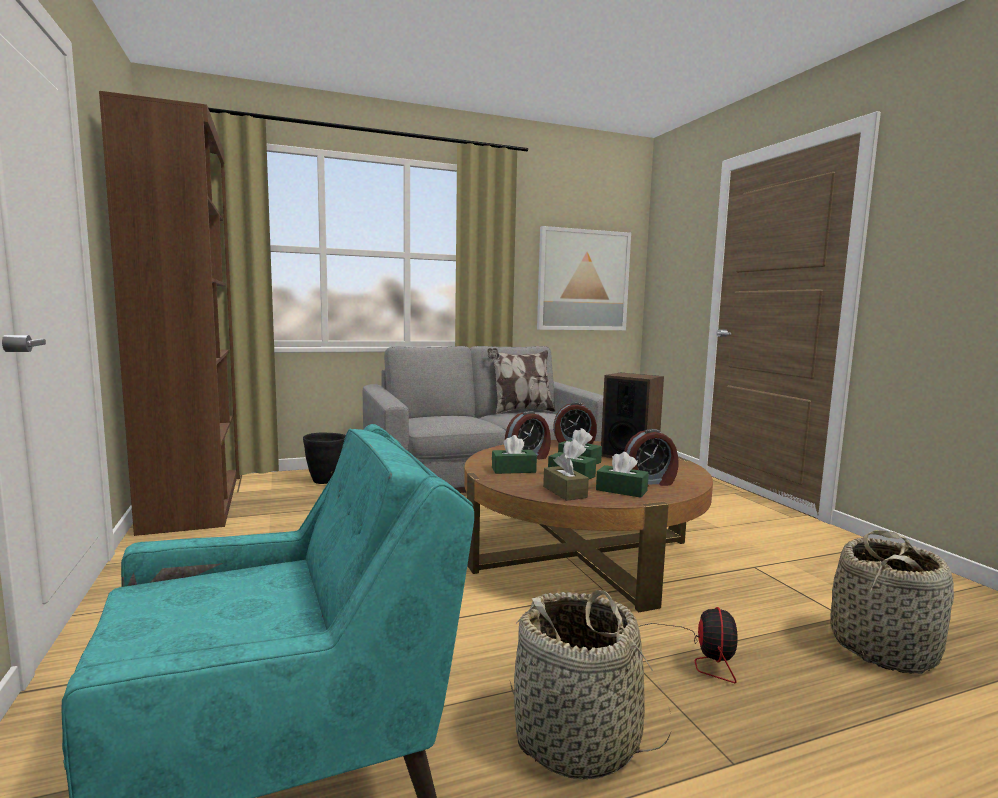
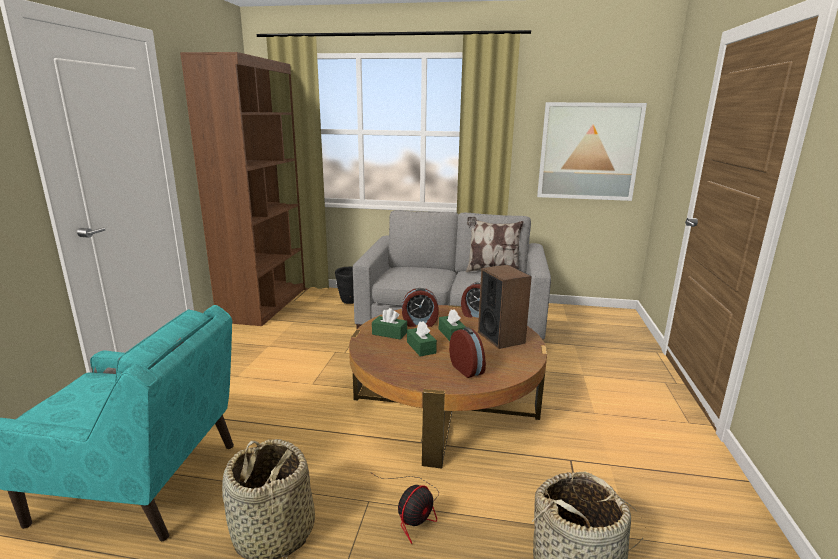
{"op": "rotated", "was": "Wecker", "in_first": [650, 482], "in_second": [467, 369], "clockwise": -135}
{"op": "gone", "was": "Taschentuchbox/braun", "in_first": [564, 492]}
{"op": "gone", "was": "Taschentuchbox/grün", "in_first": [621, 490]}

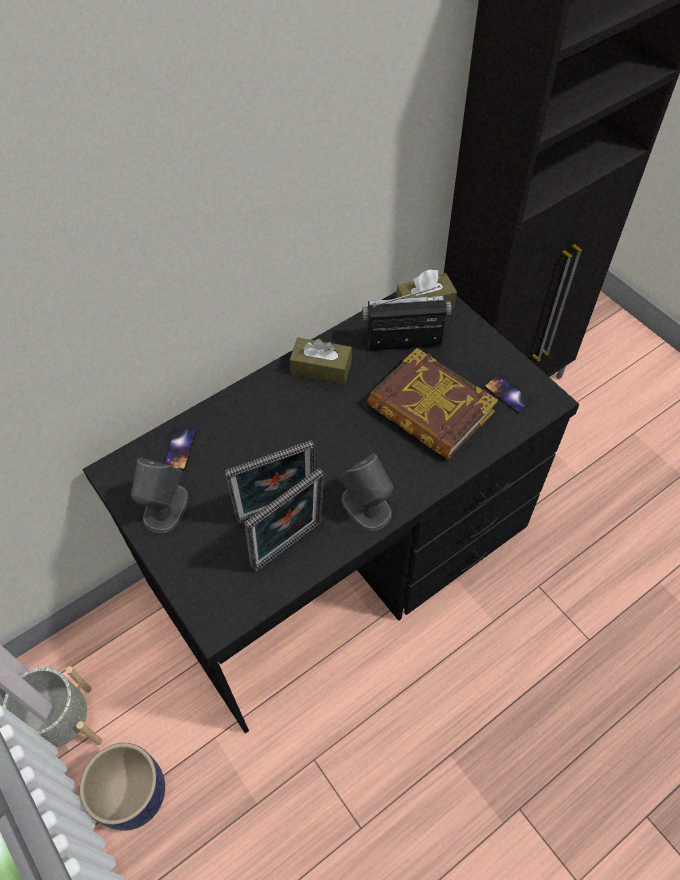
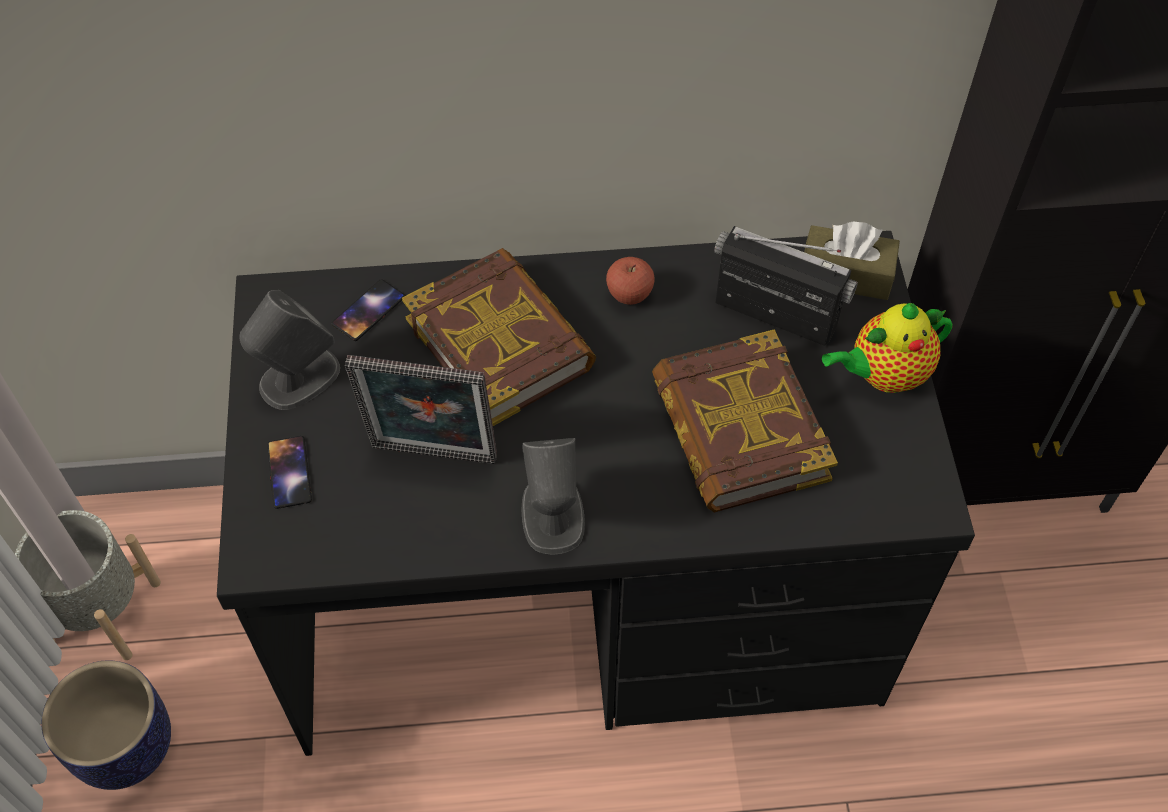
{"op": "shifted", "was": "Handy", "in_first": [507, 394], "in_second": [289, 472]}
{"op": "new", "now": "Buch", "in_second": [500, 343]}
{"op": "swapped", "was": "Taschentuchbox/braun", "now": "Apfel", "in_first": [321, 368], "in_second": [629, 295]}
{"op": "new", "now": "Teekanne", "in_second": [883, 375]}
{"op": "gone", "was": "Bilderrahmen", "in_first": [290, 548]}

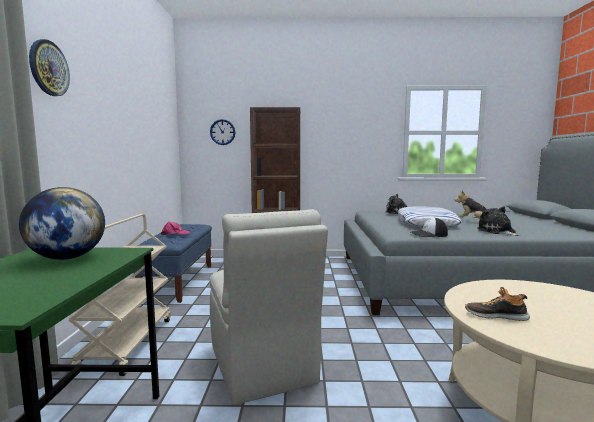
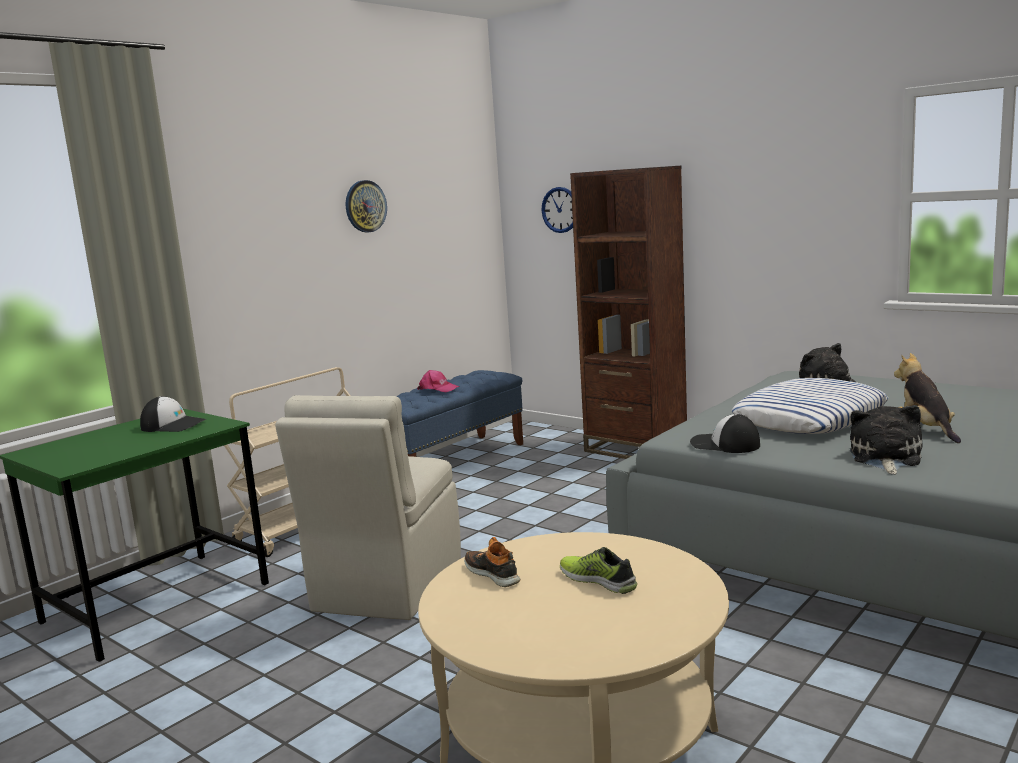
{"op": "swapped", "was": "Globus", "now": "Kappe", "in_first": [67, 258], "in_second": [173, 425]}
{"op": "shifted", "was": "Wanduhr", "in_first": [48, 68], "in_second": [365, 206]}
{"op": "new", "now": "Schuh", "in_second": [599, 580]}

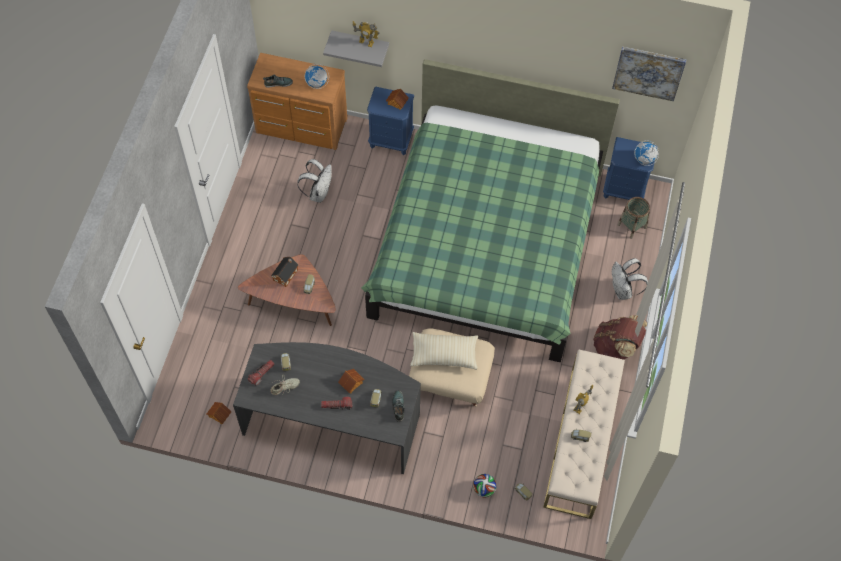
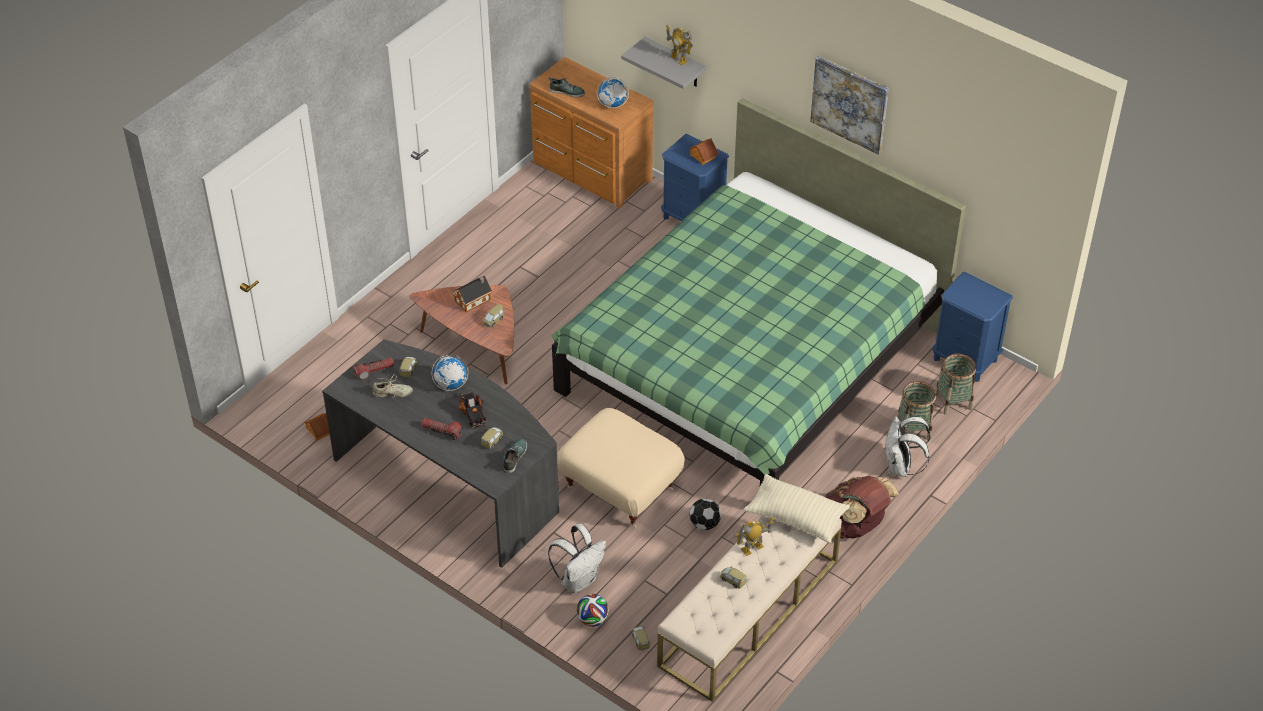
{"op": "shifted", "was": "Globus", "in_first": [644, 159], "in_second": [450, 384]}
{"op": "swapped", "was": "Spielzeughaus", "now": "Spielzeuglaster", "in_first": [351, 383], "in_second": [473, 415]}
{"op": "shifted", "was": "Rucksack/weiß", "in_first": [318, 193], "in_second": [579, 580]}
{"op": "new", "now": "Fußball", "in_second": [704, 524]}
{"op": "shifted", "was": "Kissen/beige", "in_first": [444, 355], "in_second": [796, 517]}
{"op": "shifted", "was": "Bild", "in_first": [648, 73], "in_second": [849, 104]}
{"op": "new", "now": "Korb", "in_second": [913, 429]}

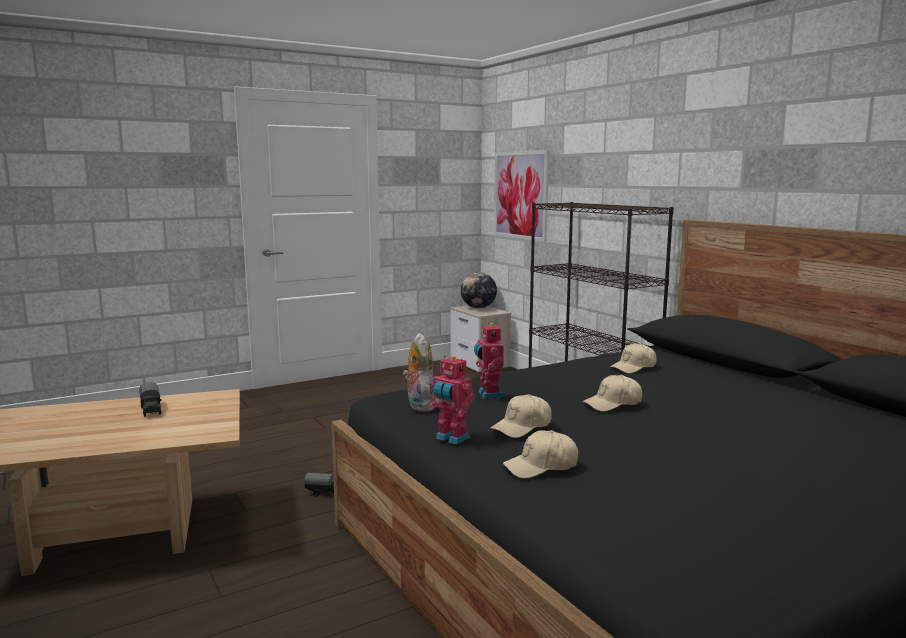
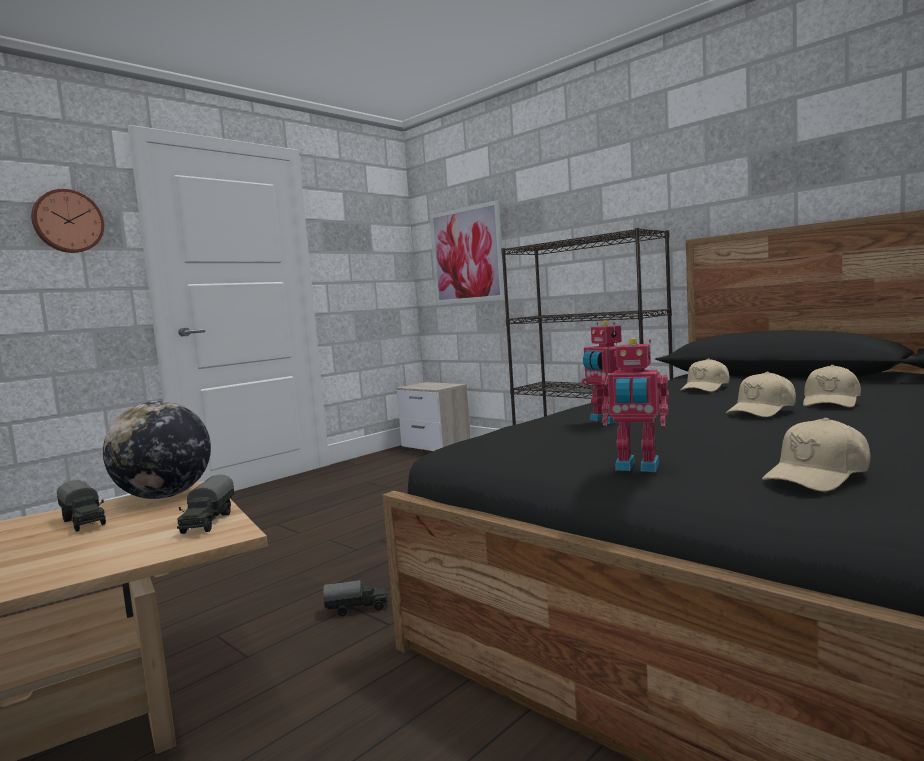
{"op": "new", "now": "Wanduhr", "in_second": [67, 221]}
{"op": "shifted", "was": "Globus", "in_first": [478, 308], "in_second": [164, 496]}
{"op": "new", "now": "Spielzeuglaster", "in_second": [207, 522]}
{"op": "shifted", "was": "Kappe/beige", "in_first": [522, 427], "in_second": [831, 402]}
{"op": "gone", "was": "Plüschtier", "in_first": [419, 405]}

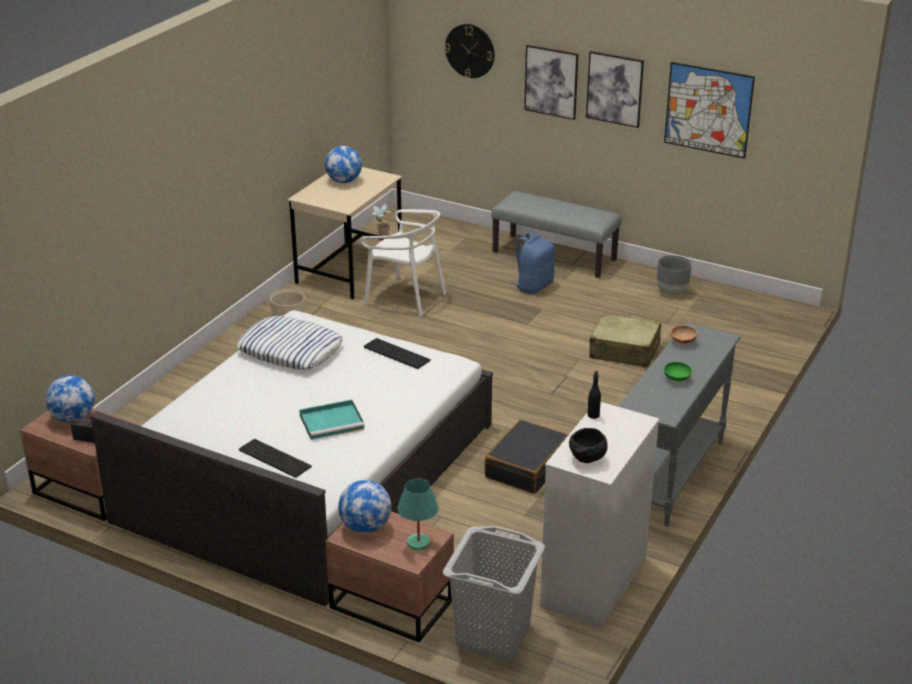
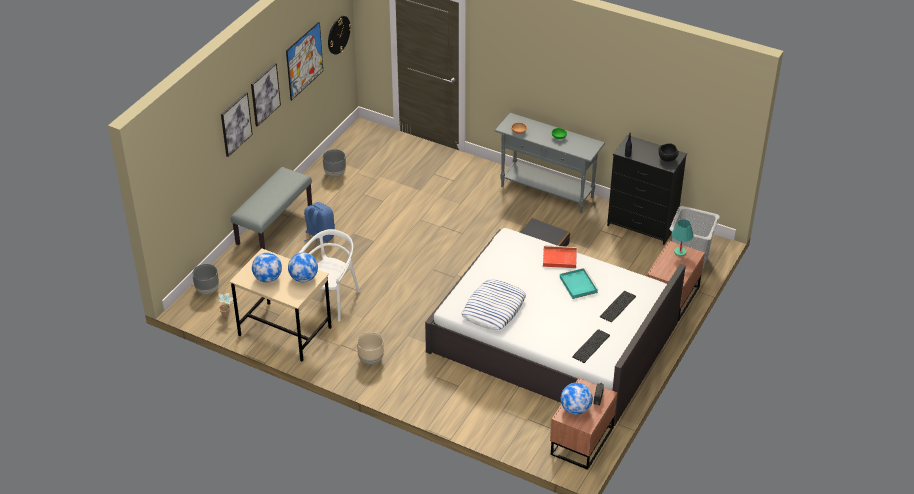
{"op": "new", "now": "Pflanzkübel/grau", "in_second": [207, 290]}
{"op": "shifted", "was": "Globus", "in_first": [365, 527], "in_second": [304, 278]}
{"op": "shifted", "was": "Wanduhr", "in_first": [470, 50], "in_second": [338, 34]}
{"op": "new", "now": "Tablett/rot", "in_second": [558, 258]}
{"op": "shifted", "was": "Tastatur", "in_first": [395, 354], "in_second": [591, 347]}
{"op": "repainted", "was": "Kommode/weiß", "now": "Kommode/schwarz", "in_first": [593, 582], "in_second": [642, 225]}
{"op": "gone", "was": "Koffer/beige", "in_first": [624, 351]}

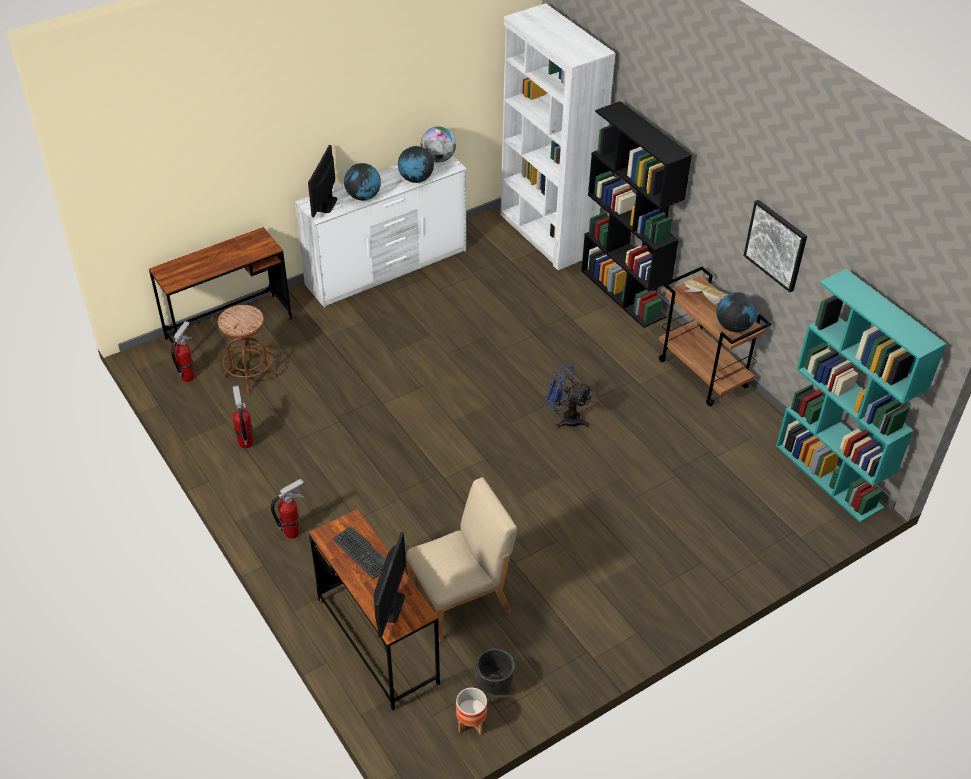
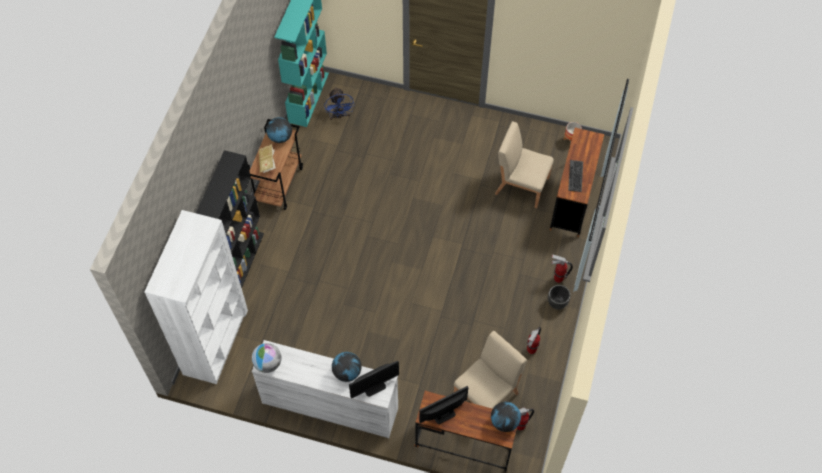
{"op": "shifted", "was": "Ventilator/blau", "in_first": [565, 418], "in_second": [339, 116]}
{"op": "shifted", "was": "Monitor", "in_first": [390, 606], "in_second": [443, 414]}
{"op": "swapped", "was": "Hocker/braun", "now": "Stuhl/beige", "in_first": [250, 375], "in_second": [487, 395]}
{"op": "shifted", "was": "Globus", "in_first": [416, 179], "in_second": [504, 422]}
{"op": "shifted", "was": "Pflanzkübel/schwarz", "in_first": [494, 683], "in_second": [556, 303]}
{"op": "gone", "was": "Bild", "in_first": [776, 245]}

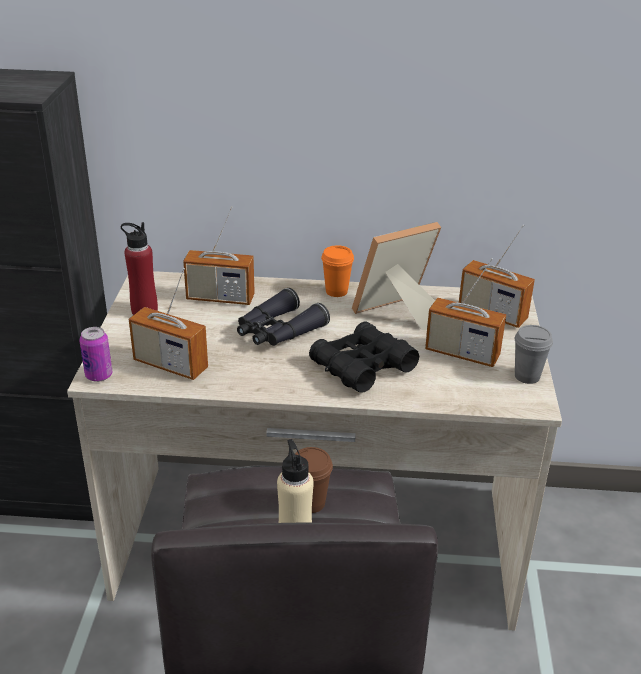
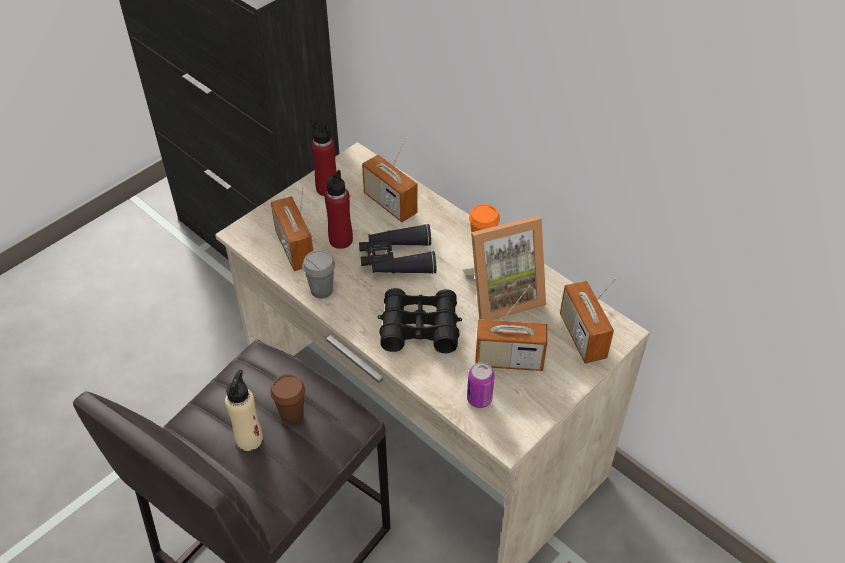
{"op": "shifted", "was": "Tasse/grau", "in_first": [527, 376], "in_second": [321, 290]}
{"op": "new", "now": "Flasche/rot", "in_second": [340, 240]}
{"op": "rotated", "was": "Bilderrahmen", "in_first": [397, 316], "in_second": [502, 294], "clockwise": 150}
{"op": "shifted", "was": "Dose", "in_first": [99, 375], "in_second": [479, 399]}
{"op": "rotated", "was": "Radio", "in_first": [462, 353], "in_second": [509, 360], "clockwise": -60}

